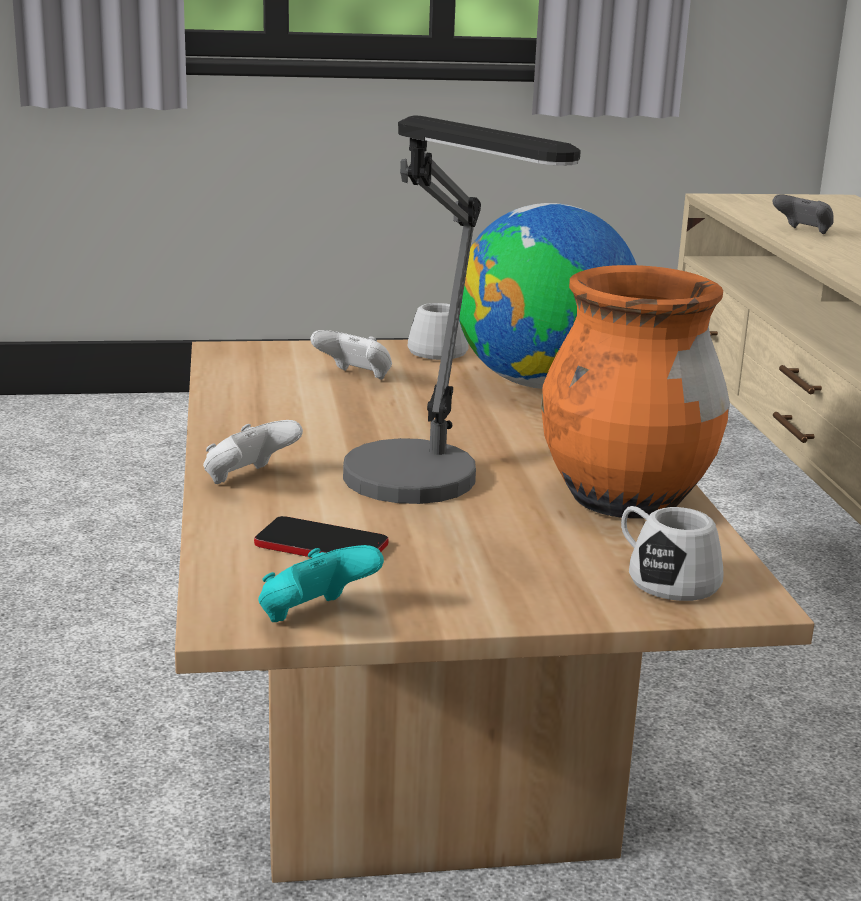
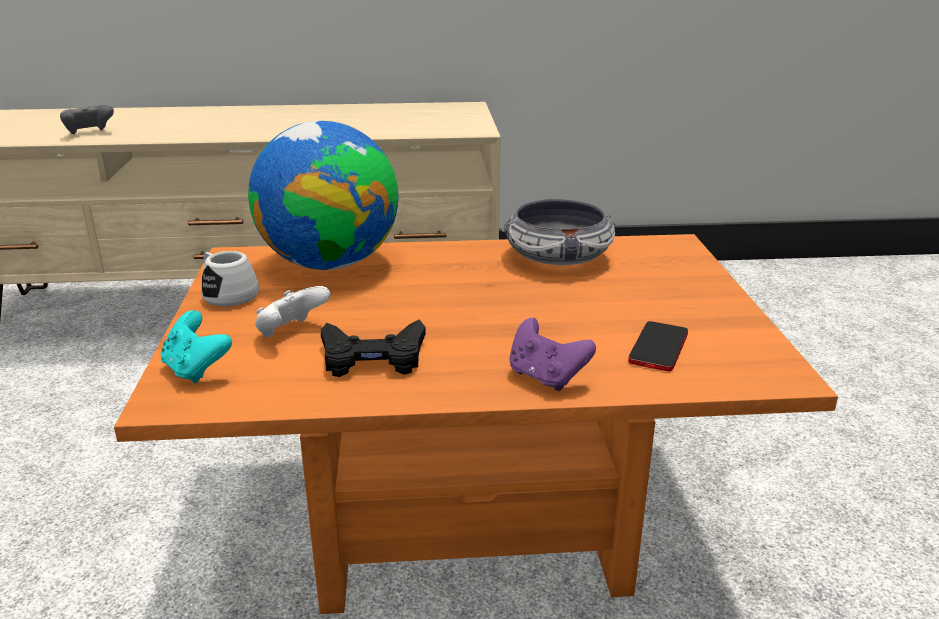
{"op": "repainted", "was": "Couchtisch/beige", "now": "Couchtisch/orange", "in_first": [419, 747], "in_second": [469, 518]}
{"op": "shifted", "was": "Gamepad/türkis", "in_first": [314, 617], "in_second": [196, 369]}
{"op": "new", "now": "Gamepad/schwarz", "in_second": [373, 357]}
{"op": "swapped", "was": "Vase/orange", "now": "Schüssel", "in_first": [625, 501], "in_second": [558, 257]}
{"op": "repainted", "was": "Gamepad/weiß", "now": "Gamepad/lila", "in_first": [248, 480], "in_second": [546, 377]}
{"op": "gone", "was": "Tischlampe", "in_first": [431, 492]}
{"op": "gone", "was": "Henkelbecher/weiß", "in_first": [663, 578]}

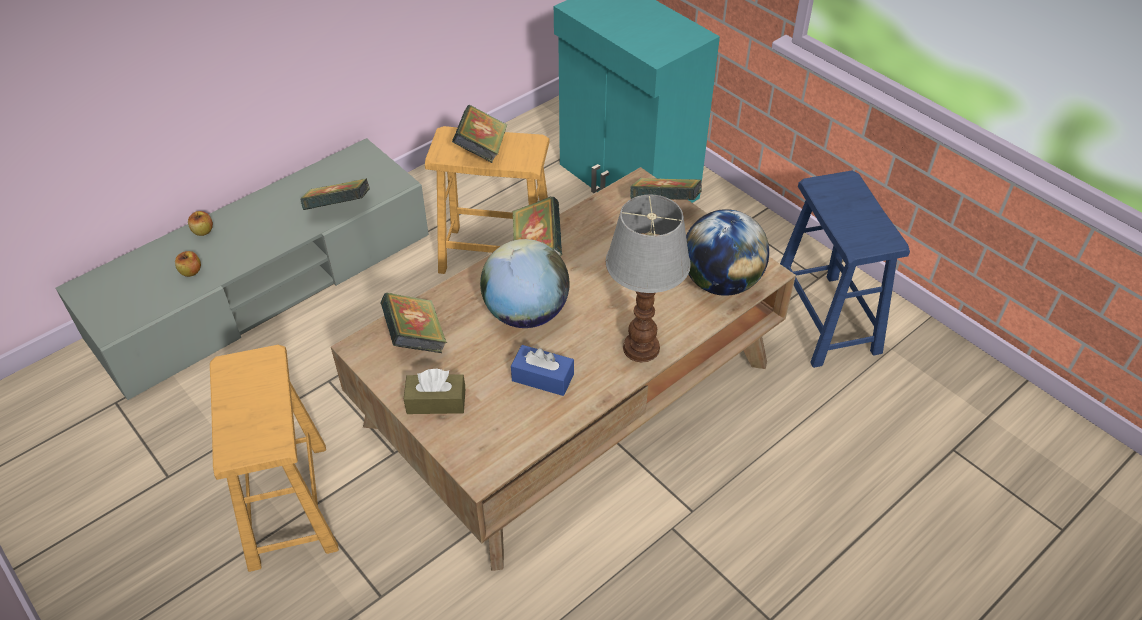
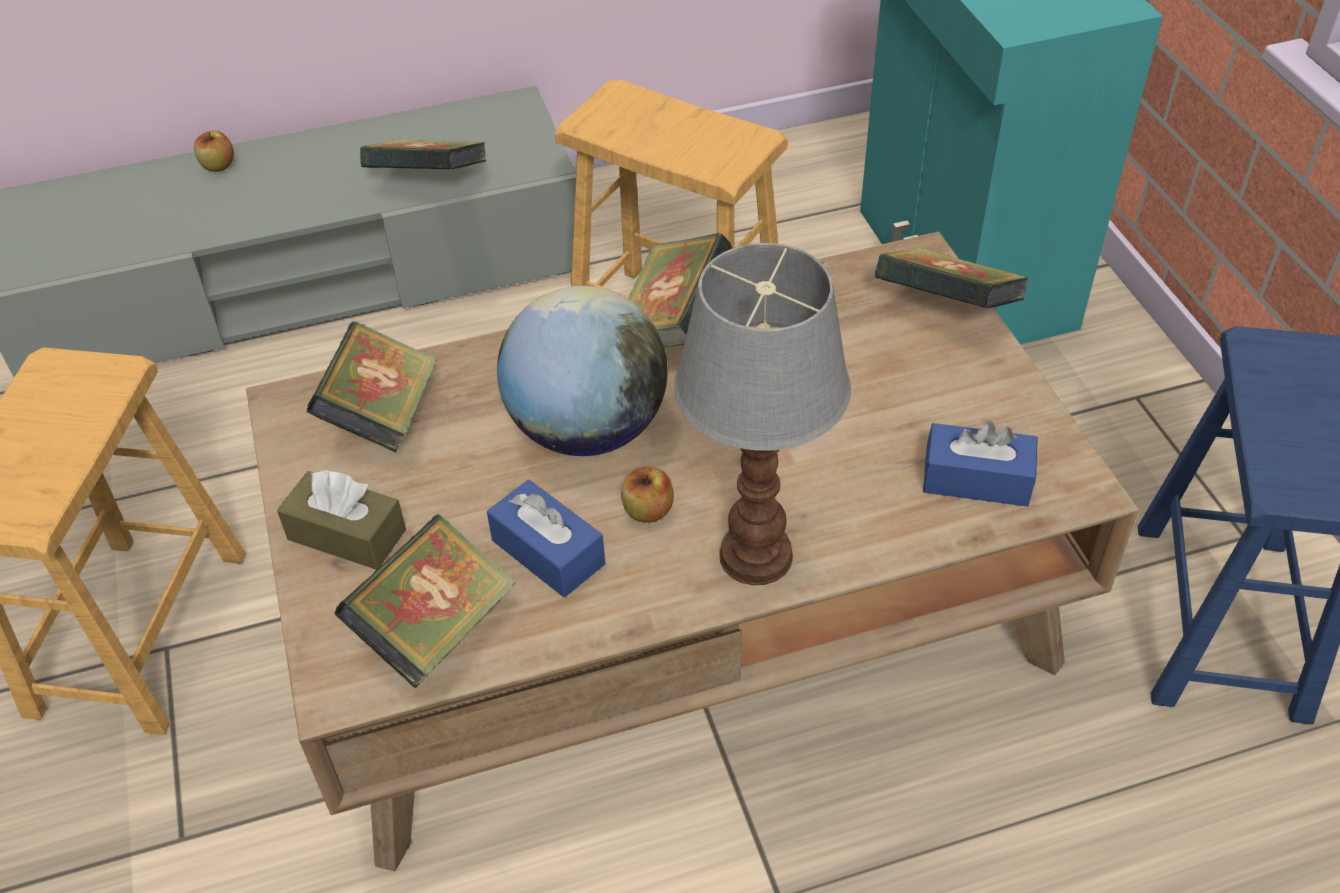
{"op": "shifted", "was": "Buch", "in_first": [481, 150], "in_second": [435, 628]}
{"op": "shifted", "was": "Apfel", "in_first": [191, 271], "in_second": [648, 510]}
{"op": "swapped", "was": "Globus", "now": "Taschentuchbox/blau", "in_first": [720, 282], "in_second": [976, 479]}

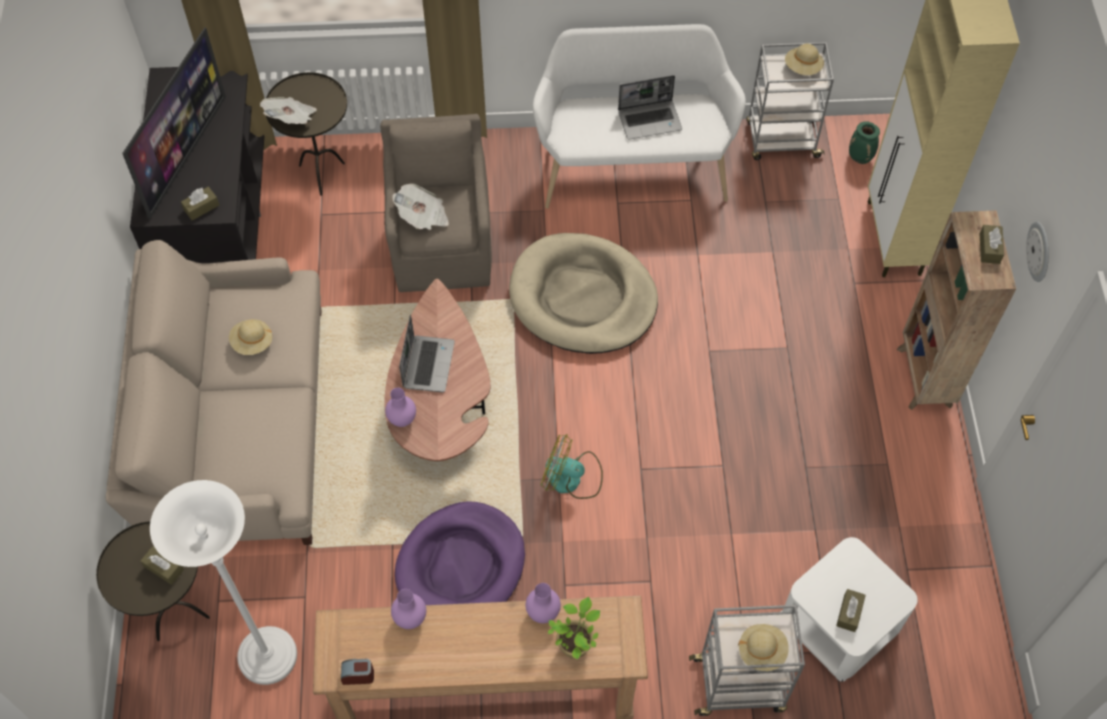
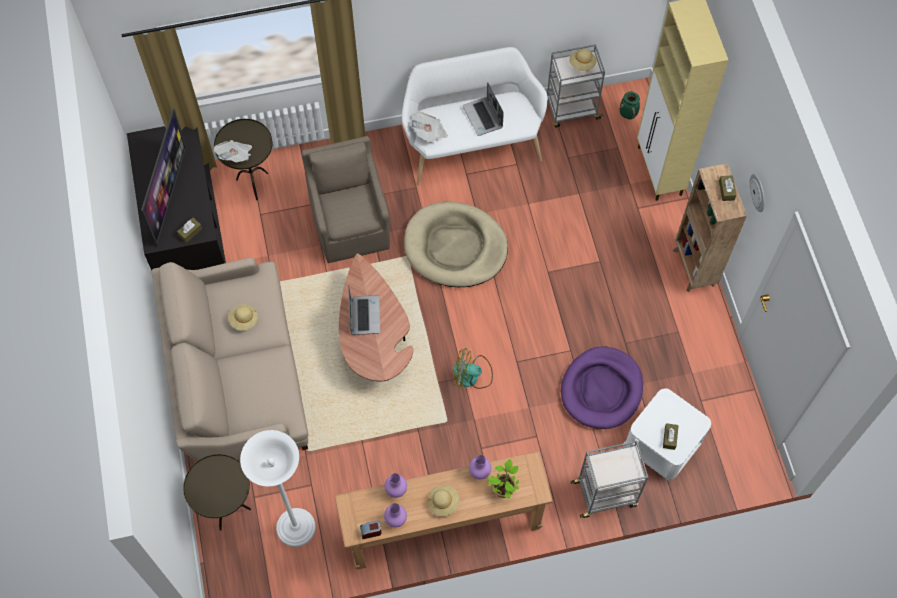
{"op": "shifted", "was": "Vase/lila", "in_first": [401, 420], "in_second": [395, 519]}
{"op": "shifted", "was": "Zeitung", "in_first": [423, 217], "in_second": [429, 133]}
{"op": "shifted", "was": "Hut/beige", "in_first": [762, 651], "in_second": [443, 502]}
{"op": "rotated", "was": "Laptop", "in_first": [650, 120], "in_second": [483, 117], "clockwise": 90}
{"op": "shifted", "was": "Hundebett/lila", "in_first": [461, 566], "in_second": [601, 389]}
{"op": "gone", "was": "Taschentuchbox/braun", "in_first": [164, 568]}

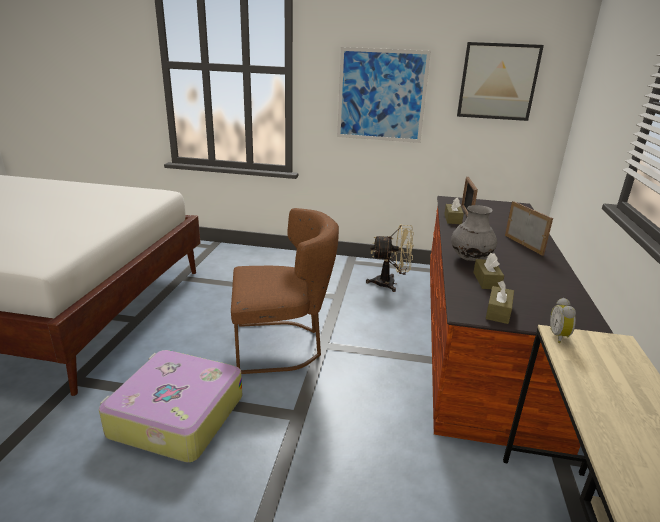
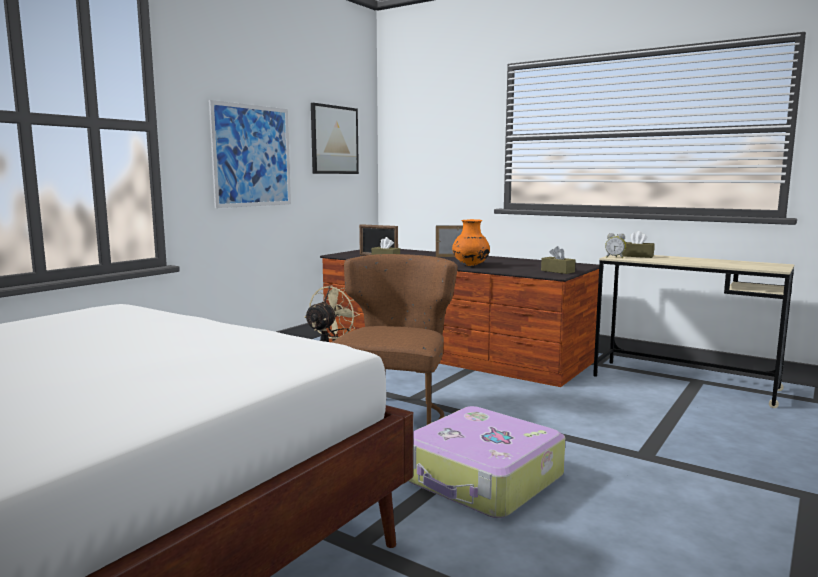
{"op": "repainted", "was": "Vase/grau", "now": "Vase/orange", "in_first": [470, 258], "in_second": [470, 265]}
{"op": "shifted", "was": "Taschentuchbox/braun", "in_first": [486, 281], "in_second": [637, 256]}

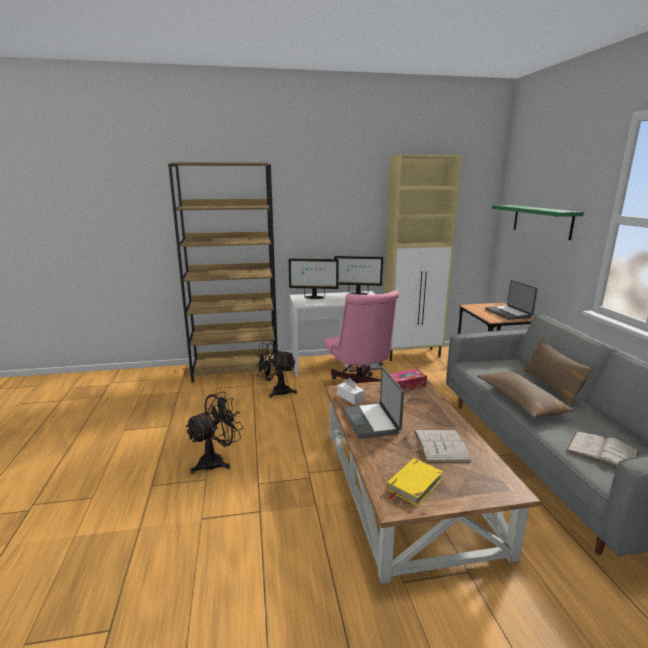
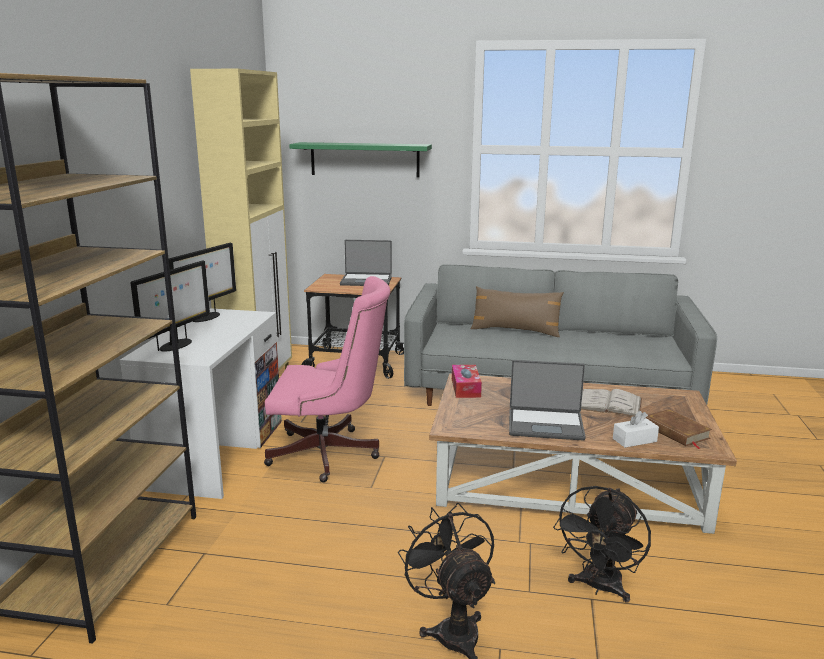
{"op": "shifted", "was": "Ventilator/schwarz", "in_first": [276, 391], "in_second": [599, 588]}
{"op": "shifted", "was": "Taschentuchbox/weiß", "in_first": [350, 397], "in_second": [634, 440]}
{"op": "repainted", "was": "Buch/gelb", "now": "Buch/braun", "in_first": [414, 484], "in_second": [676, 432]}
{"op": "gone", "was": "Kissen/braun", "in_first": [520, 401]}
{"op": "gone", "was": "Buch/weiß", "in_first": [602, 451]}

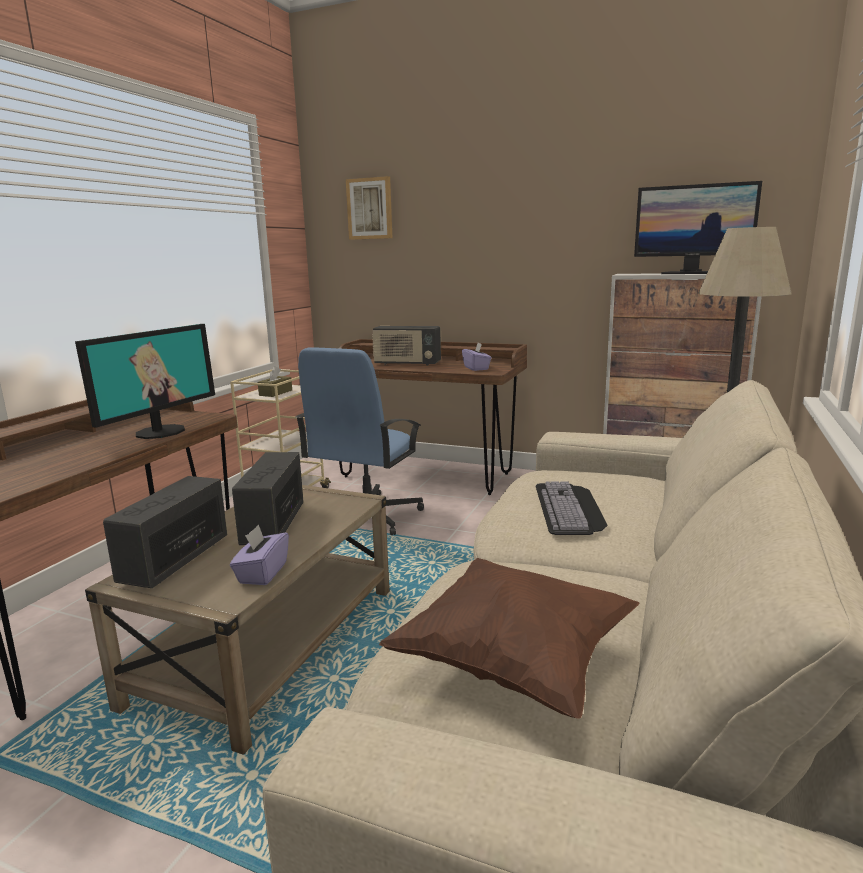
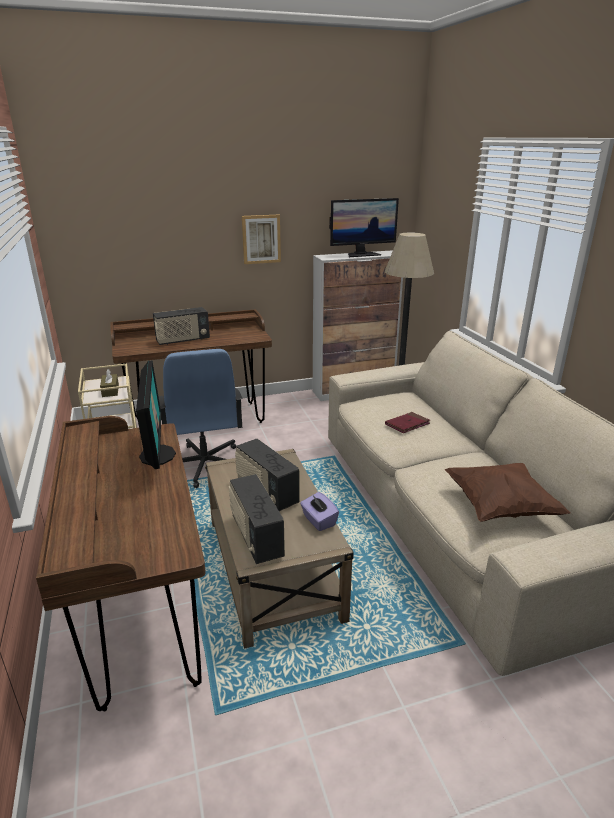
{"op": "shifted", "was": "Bild", "in_first": [370, 208], "in_second": [261, 239]}
{"op": "swapped", "was": "Tastatur", "now": "Buch/rot", "in_first": [570, 508], "in_second": [407, 424]}
{"op": "gone", "was": "Taschentuchbox/lila", "in_first": [476, 368]}

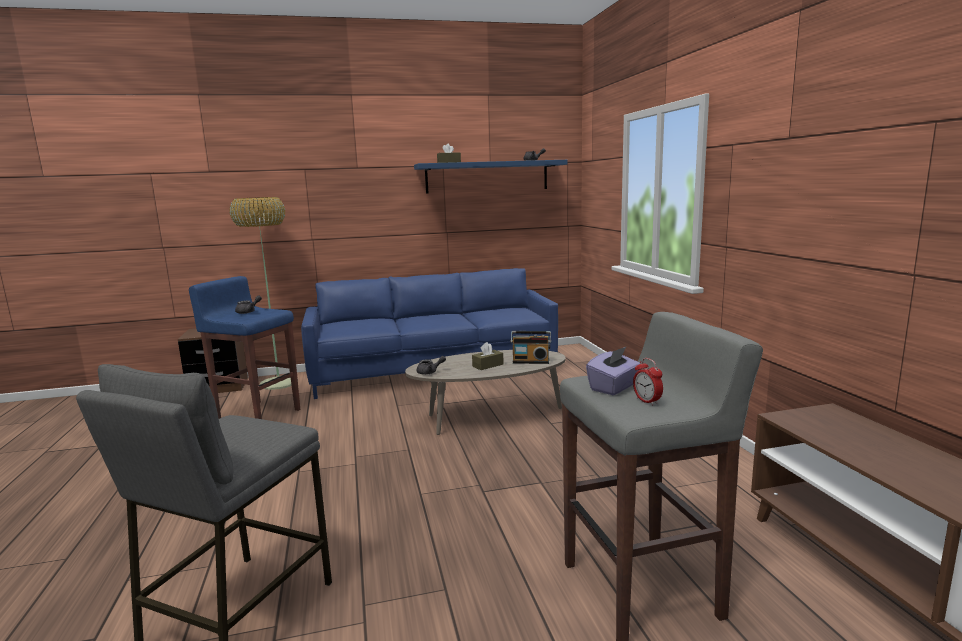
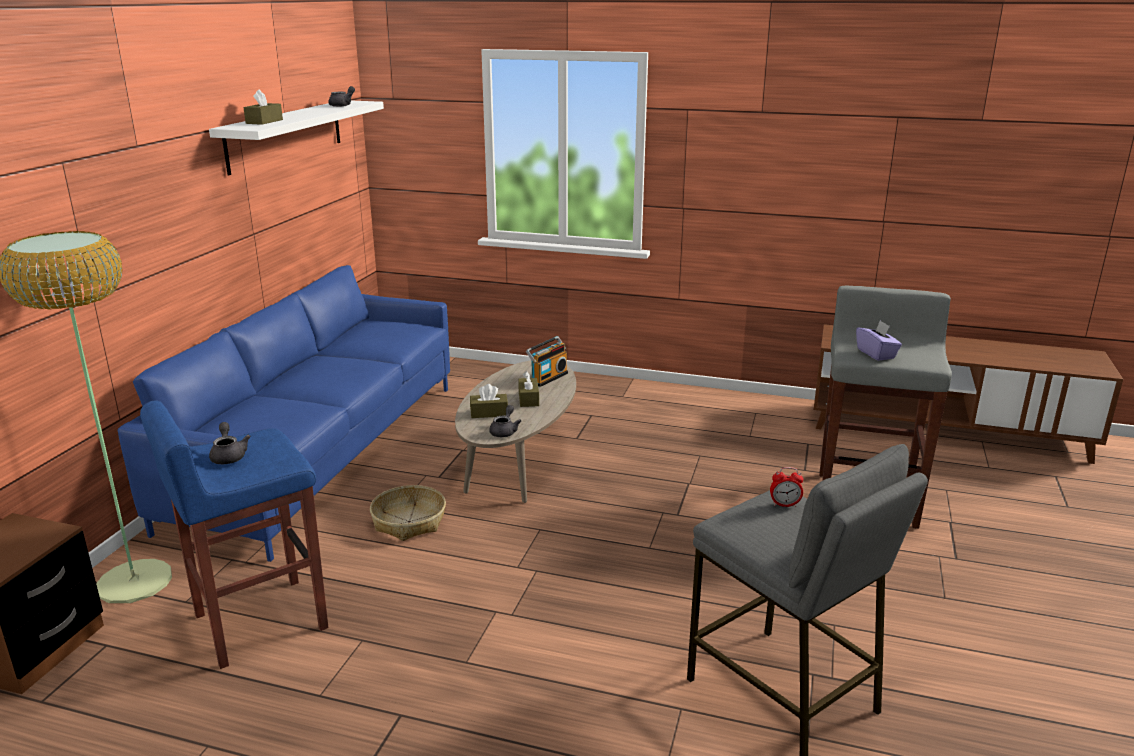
{"op": "repainted", "was": "Wandregal/blau", "now": "Wandregal/weiß", "in_first": [487, 177], "in_second": [286, 135]}
{"op": "new", "now": "Korb", "in_second": [409, 521]}
{"op": "new", "now": "Taschentuchbox/braun", "in_second": [489, 413]}
{"op": "shifted", "was": "Wecker", "in_first": [647, 401], "in_second": [784, 504]}

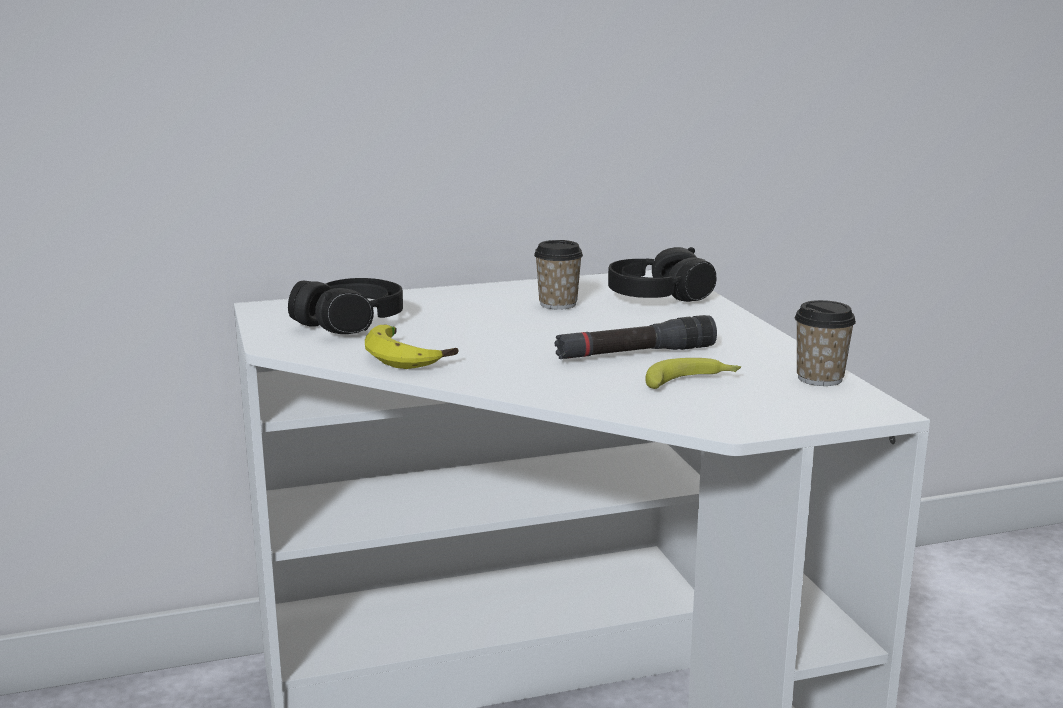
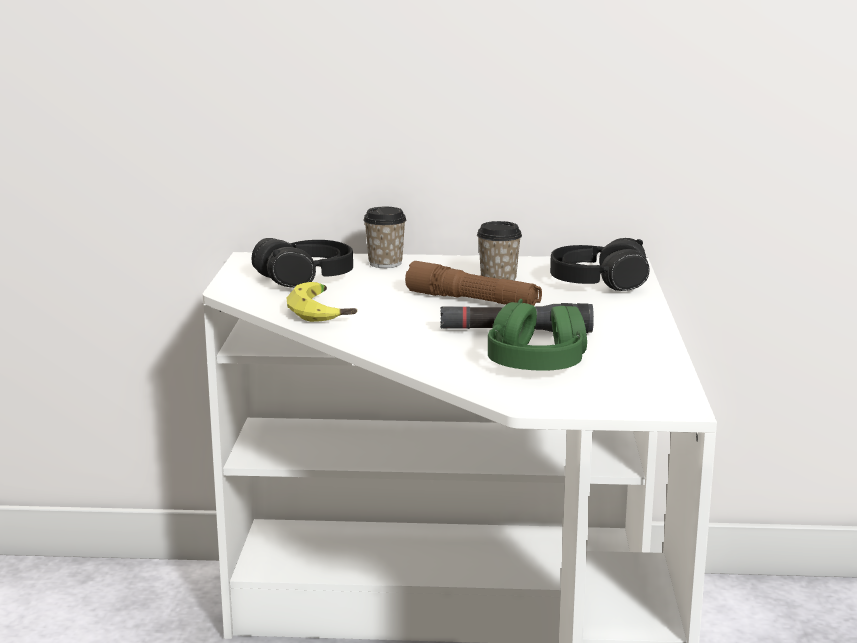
{"op": "shifted", "was": "Tasse", "in_first": [819, 378], "in_second": [385, 263]}
{"op": "new", "now": "Taschenlampe/braun", "in_second": [472, 301]}
{"op": "swapped", "was": "Banane", "now": "Kopfhörer/grün", "in_first": [692, 382], "in_second": [536, 362]}

